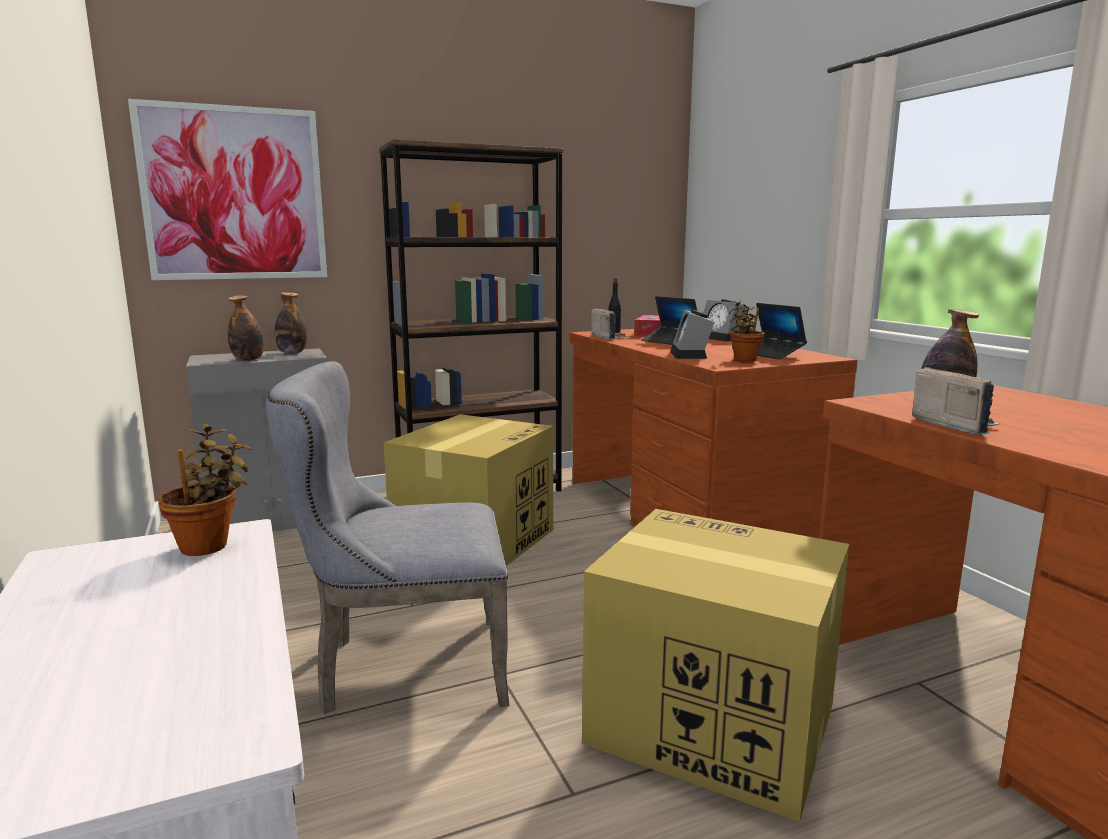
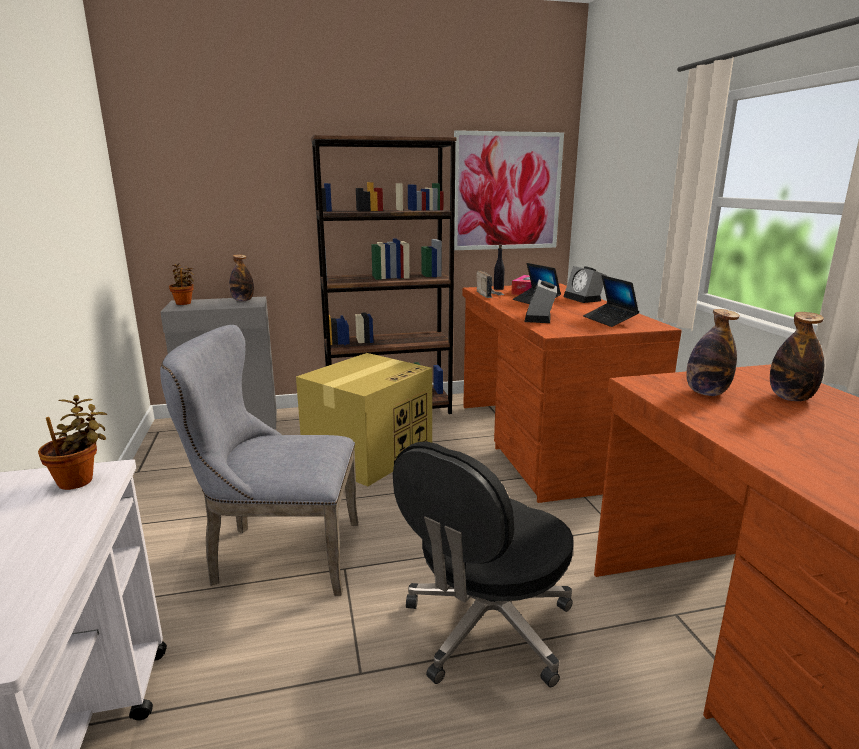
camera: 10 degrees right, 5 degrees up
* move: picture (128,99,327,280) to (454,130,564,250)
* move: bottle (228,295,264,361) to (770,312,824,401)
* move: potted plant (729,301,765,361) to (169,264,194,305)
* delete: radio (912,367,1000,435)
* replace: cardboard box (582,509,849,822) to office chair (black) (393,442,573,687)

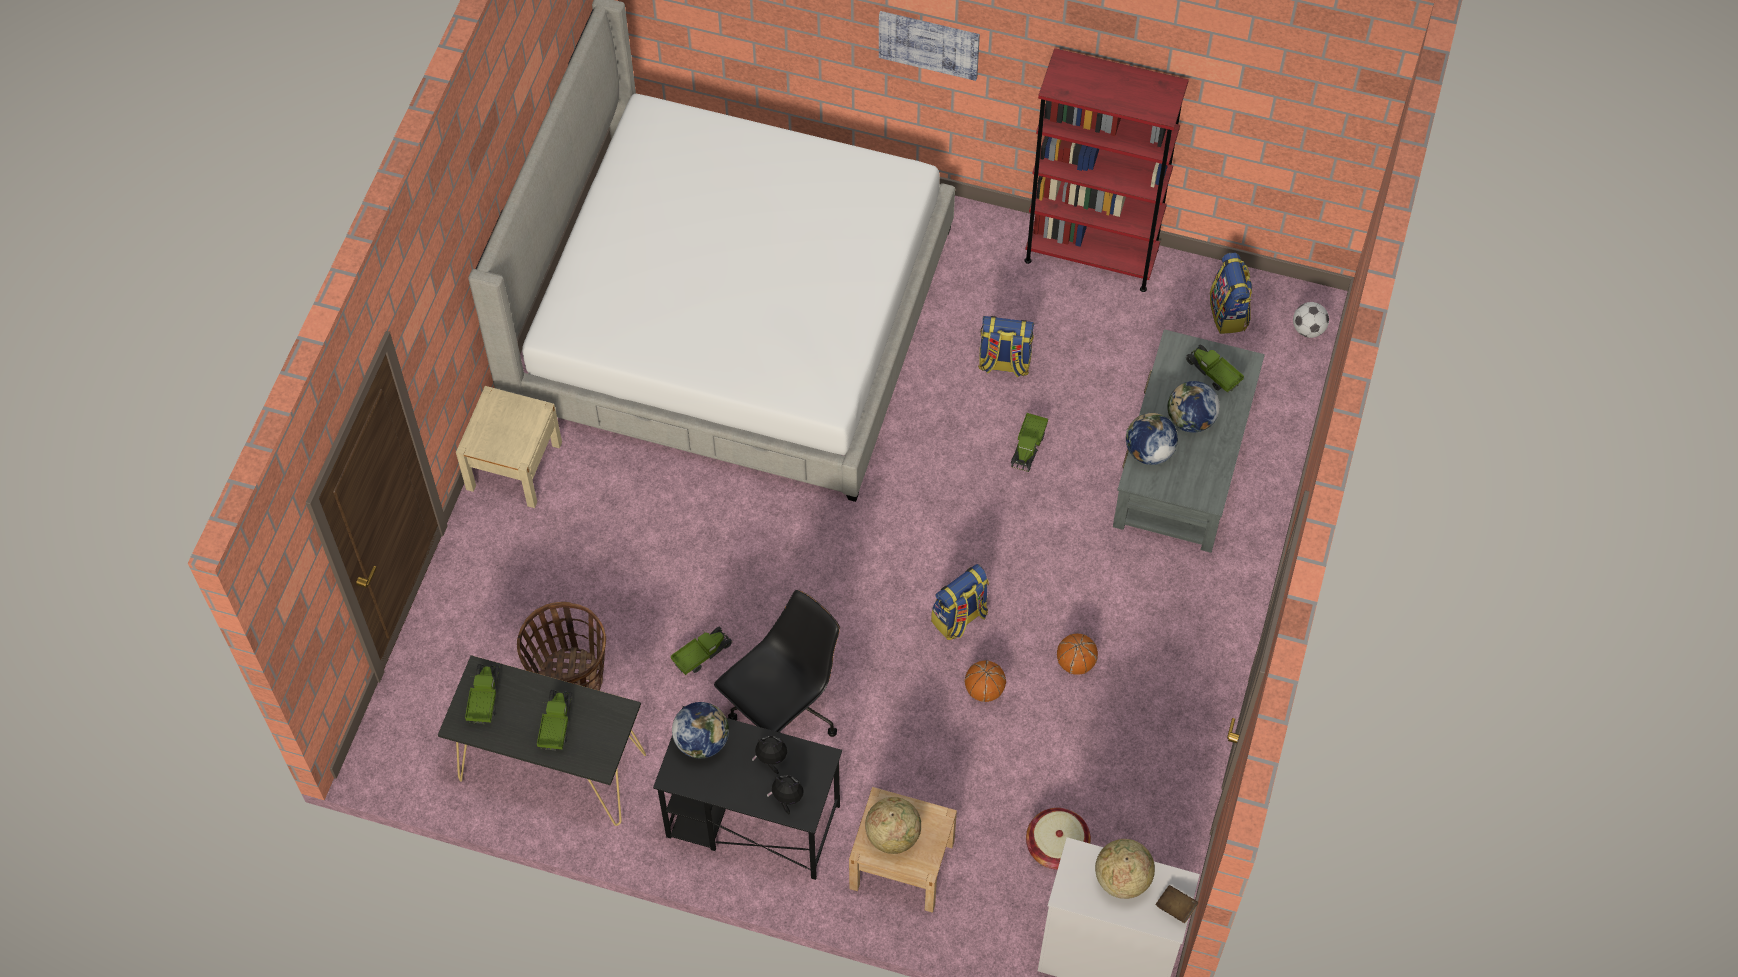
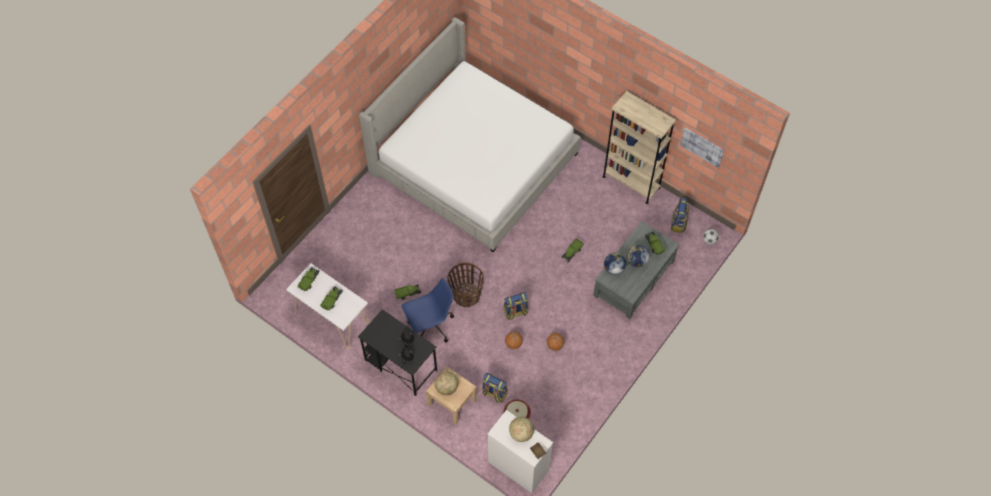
camera: 20 degrees right, 0 degrees up
* move: picture (879,11,980,81) to (680,127,724,168)
* recolor: bookcase (red) (1025,48,1189,292) to bookcase (beige) (603,91,676,204)
* move: backpack (978,316,1035,378) to (482,373,508,403)
* delete: nightstand (beige) (456,386,562,508)
* recolor: office chair (black) (714,590,840,737) to office chair (blue) (401,278,454,343)
* move: basket (517,602,606,691) to (447,262,484,307)
* recolor: console table (black) (438,655,646,826) to console table (white) (286,263,370,349)
* delete: globe (672,702,729,758)

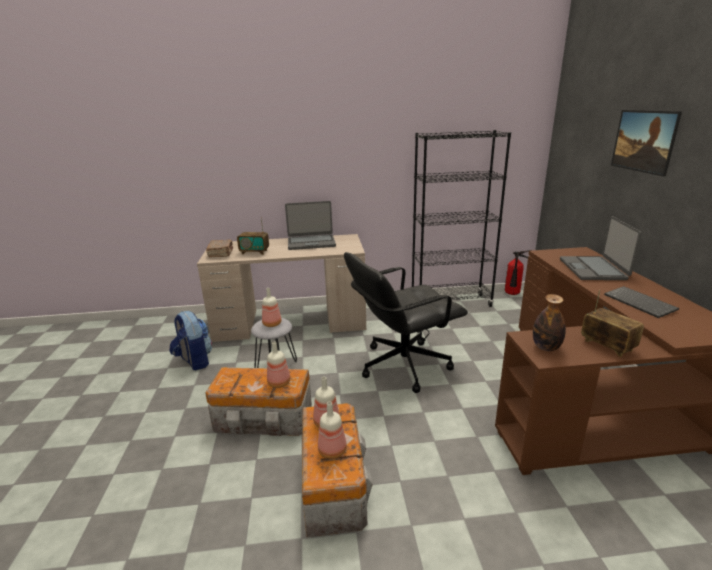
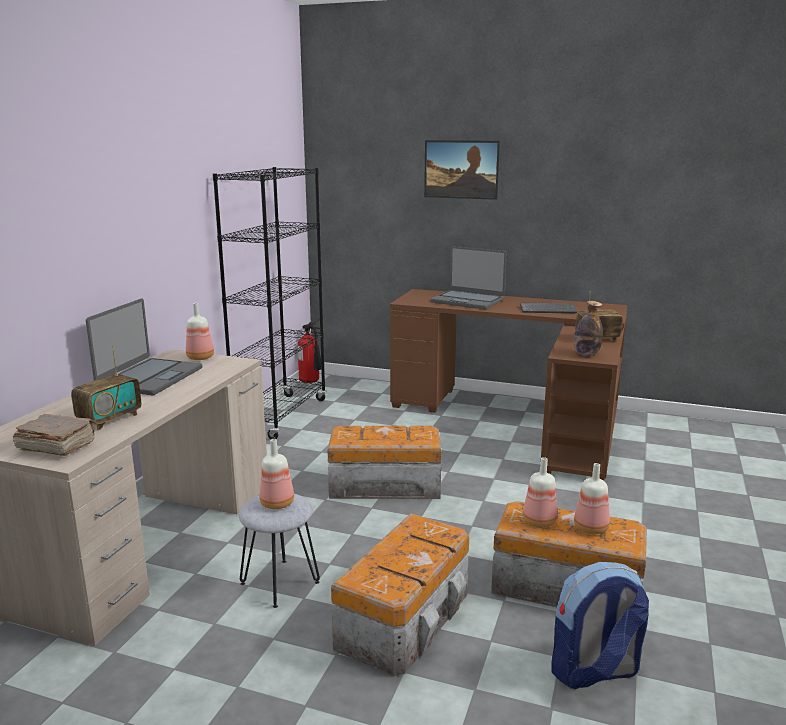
camera: 65 degrees left, 5 degrees down
* replace: office chair (black) (344,252,468,393) to storage box (328,426,442,499)
* move: backpack (169,311,212,370) to (551,562,649,689)
* move: bottle (267,341,290,388) to (186,303,214,360)

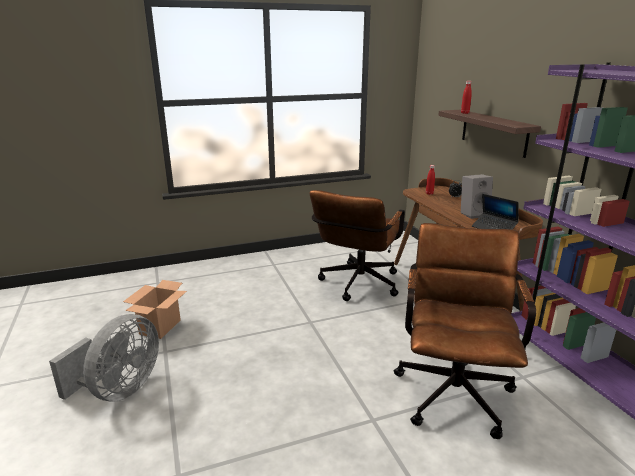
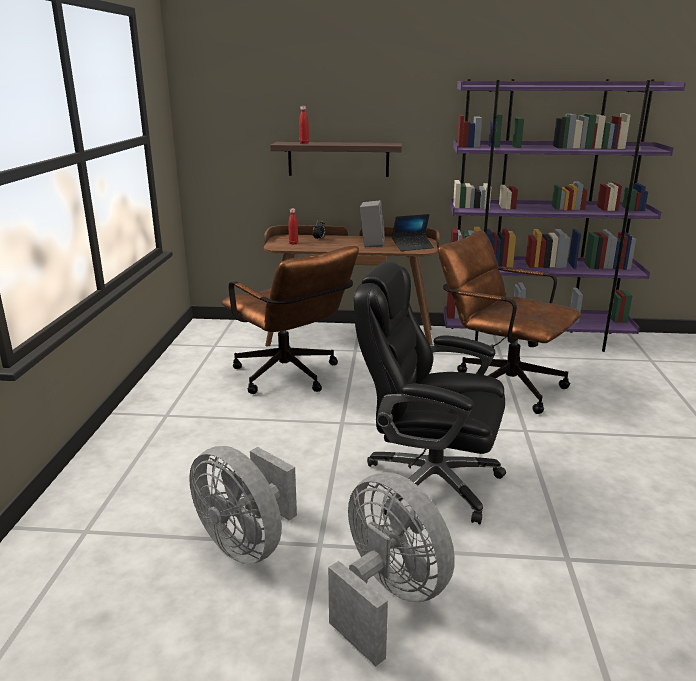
camera: 65 degrees left, 0 degrees up
* replace: cardboard box (123,280,187,339) to fan (grey) (189,446,297,564)
* insert: office chair (black) (354,261,506,524)

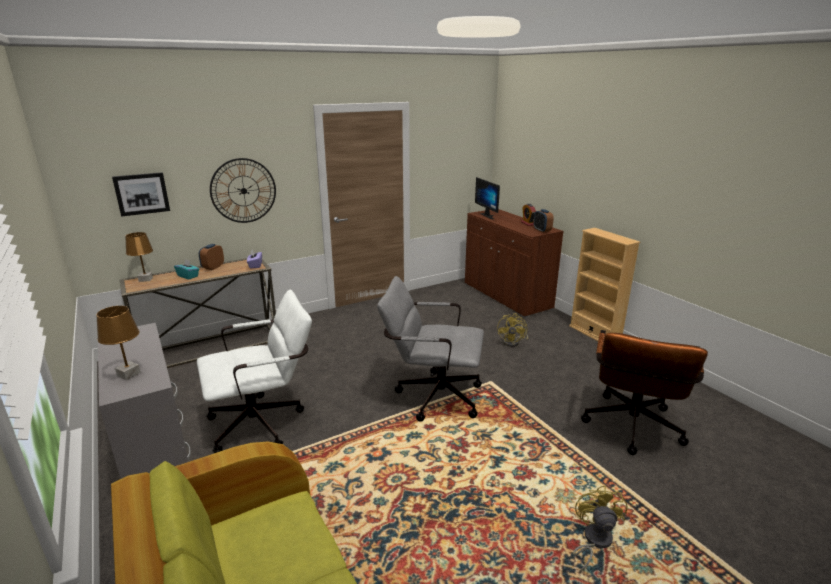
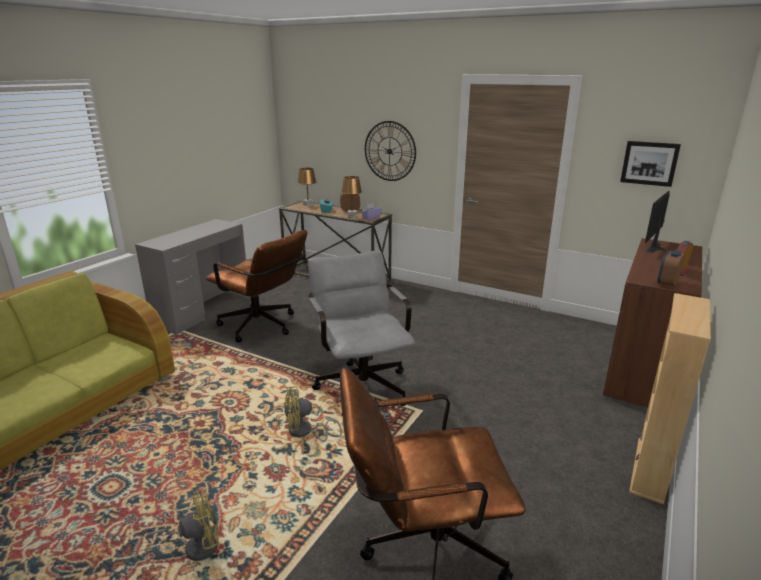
camera: 60 degrees right, 0 degrees up
* move: picture (112,172,170,217) to (620,141,681,187)
* recolor: office chair (white) (197,290,312,453) to office chair (brown) (206,230,307,343)
* move: table lamp (brown) (96,306,141,380) to (342,176,362,217)
* move: fan (yellow) (497,313,528,347) to (284,386,342,442)

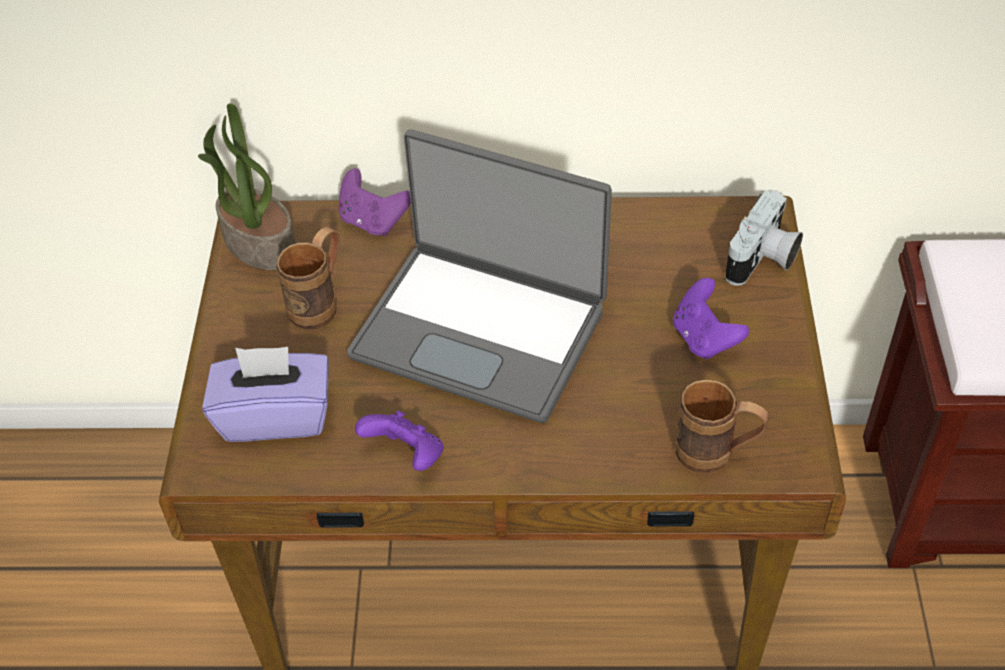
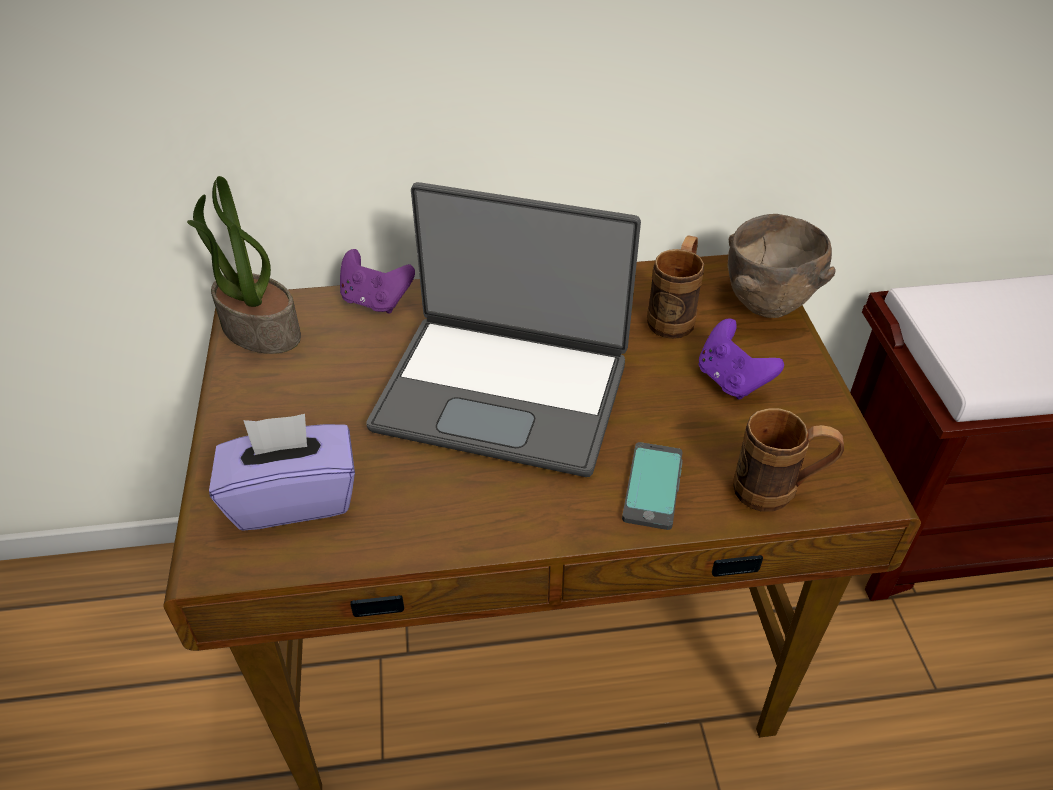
camera: 10 degrees left, 5 degrees down
* replace: photo camera (725,190,803,286) to bowl (brown) (728,214,836,318)
* move: mug (brown) (276,227,340,330) to (647,235,704,339)
* delete: game controller (purple) (355,410,444,471)
* insert: phone (622,442,683,530)

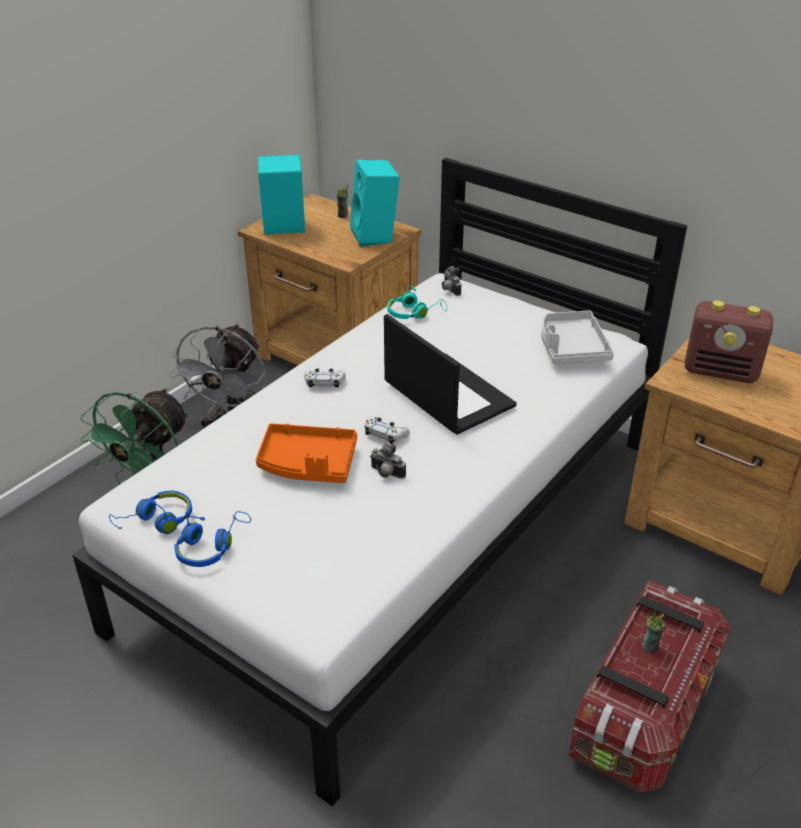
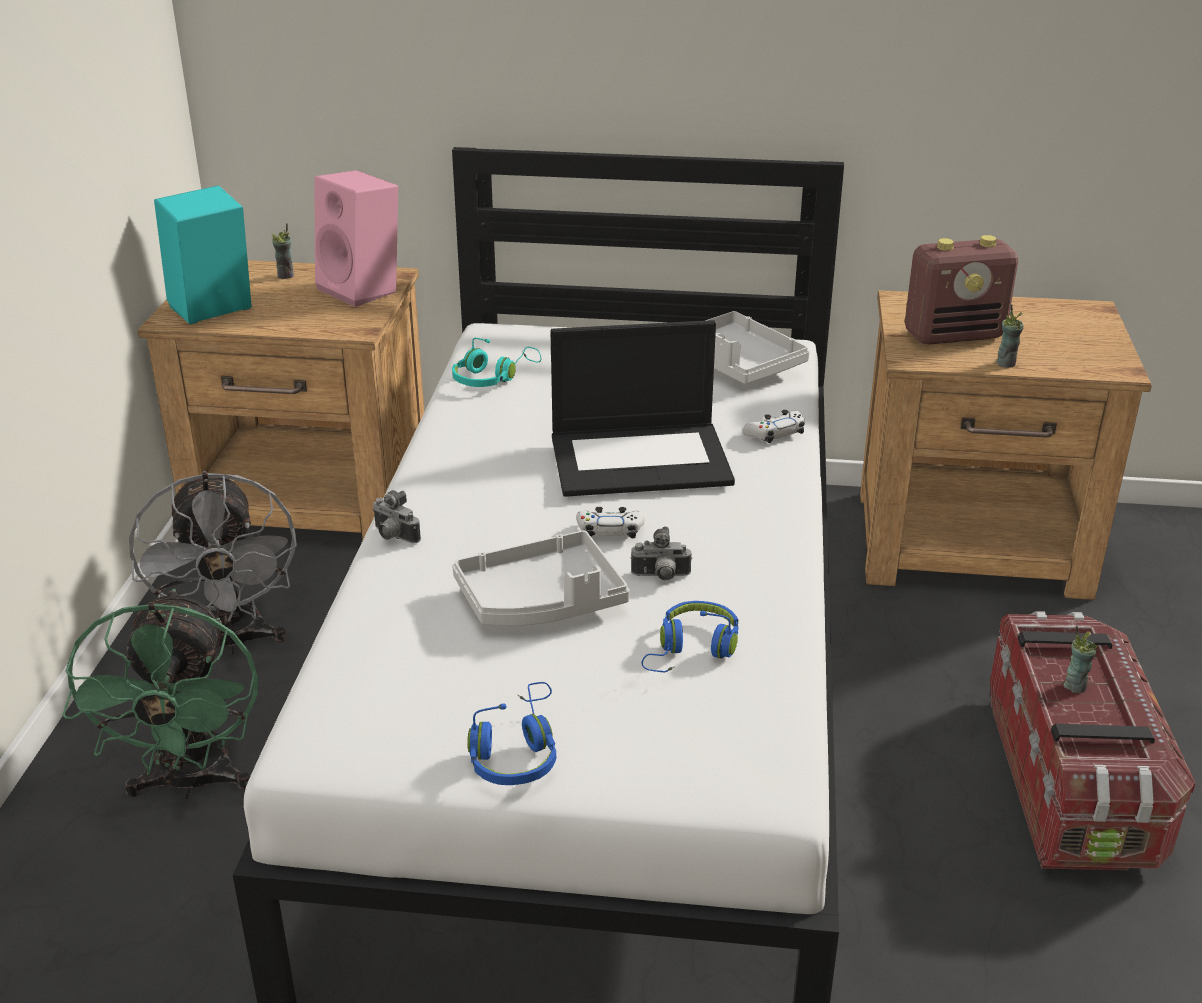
camera: 30 degrees left, 5 degrees down
* recolor: speaker (turquoise) (350,160,400,247) to speaker (pink) (314,170,398,307)
* move: photo camera (442,266,461,296) to (372,490,421,544)
* rotate: laptop (384,314,517,435) = (550,320,735,497) 150 degrees clockwise
* move: game controller (white) (304,368,346,388) to (742,410,805,443)
* recolor: tray (orange) (256,423,357,483) to tray (grey) (452,530,630,626)
* move: headphones (blue) (109,491,192,534) to (641,601,739,672)
* insert: cup (996,304,1024,368)

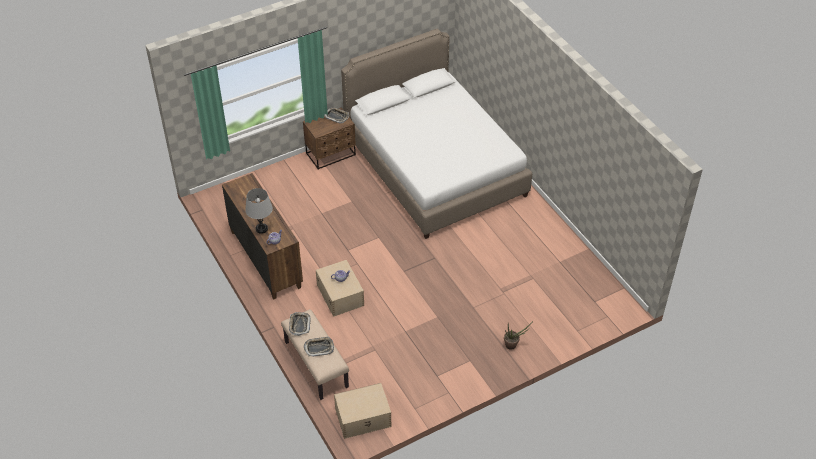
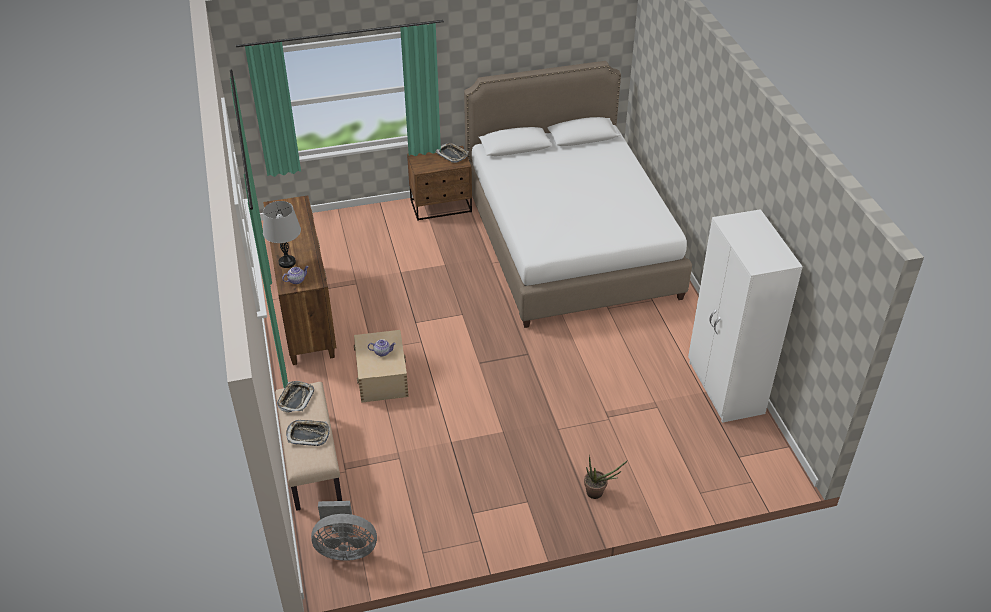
camera: 15 degrees right, 5 degrees down
* replace: storage box (beige) (334,383,392,439) to fan (grey) (311,501,377,561)
* insert: wardrobe (white) (688,209,803,423)

